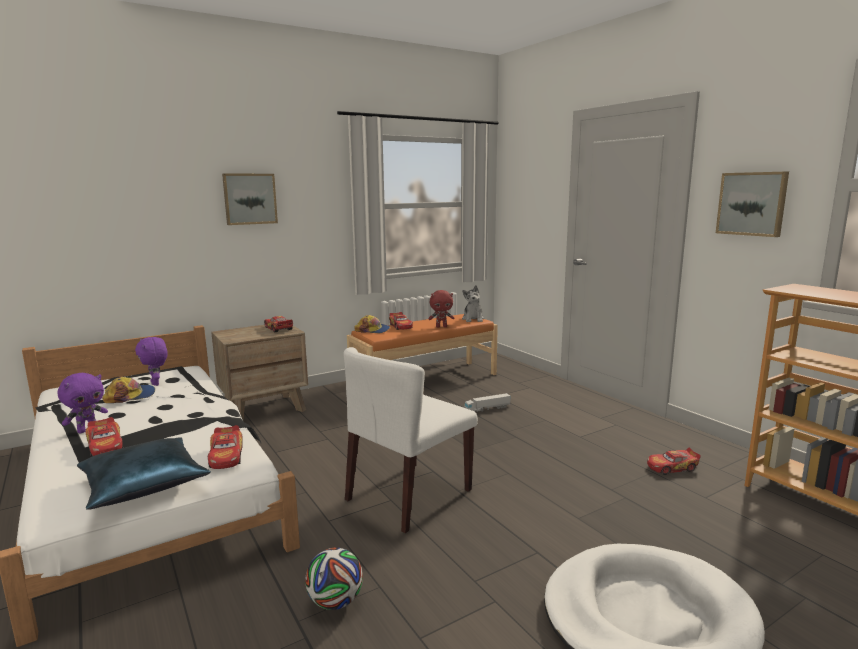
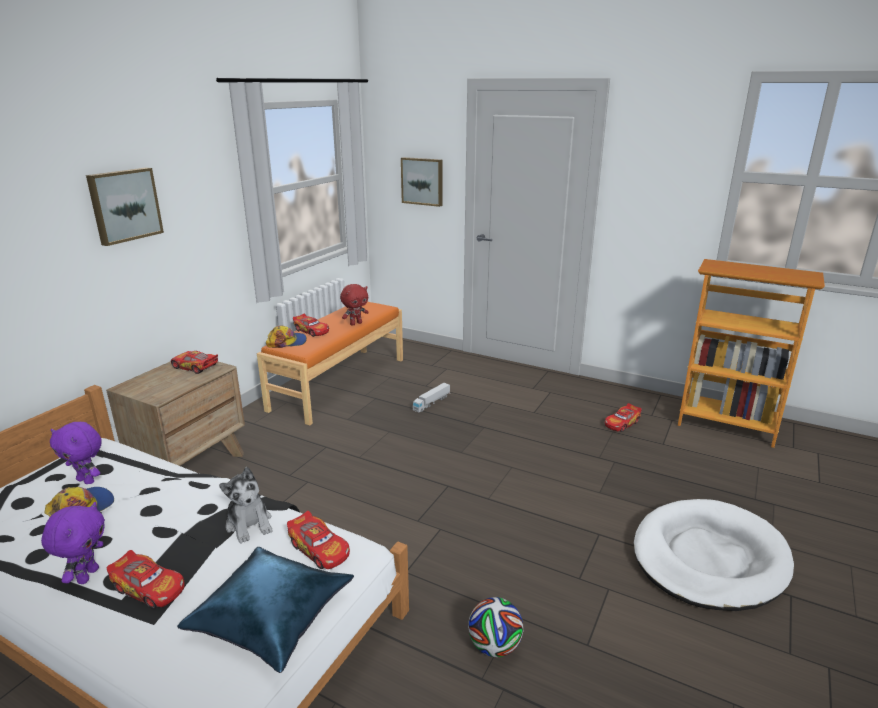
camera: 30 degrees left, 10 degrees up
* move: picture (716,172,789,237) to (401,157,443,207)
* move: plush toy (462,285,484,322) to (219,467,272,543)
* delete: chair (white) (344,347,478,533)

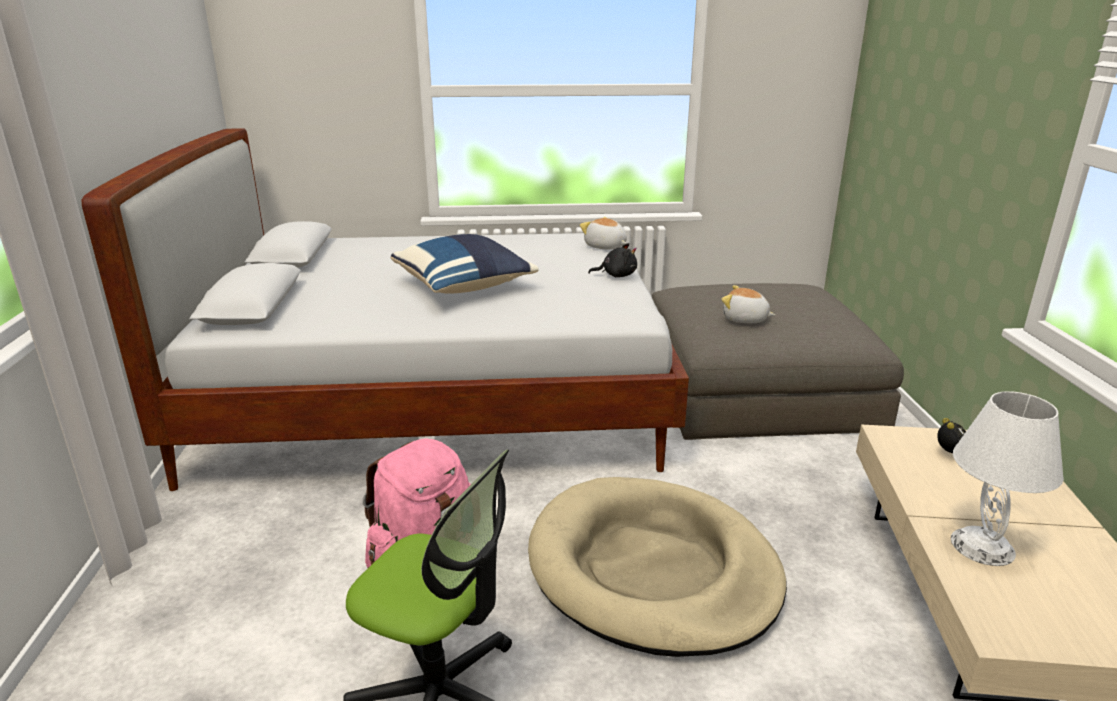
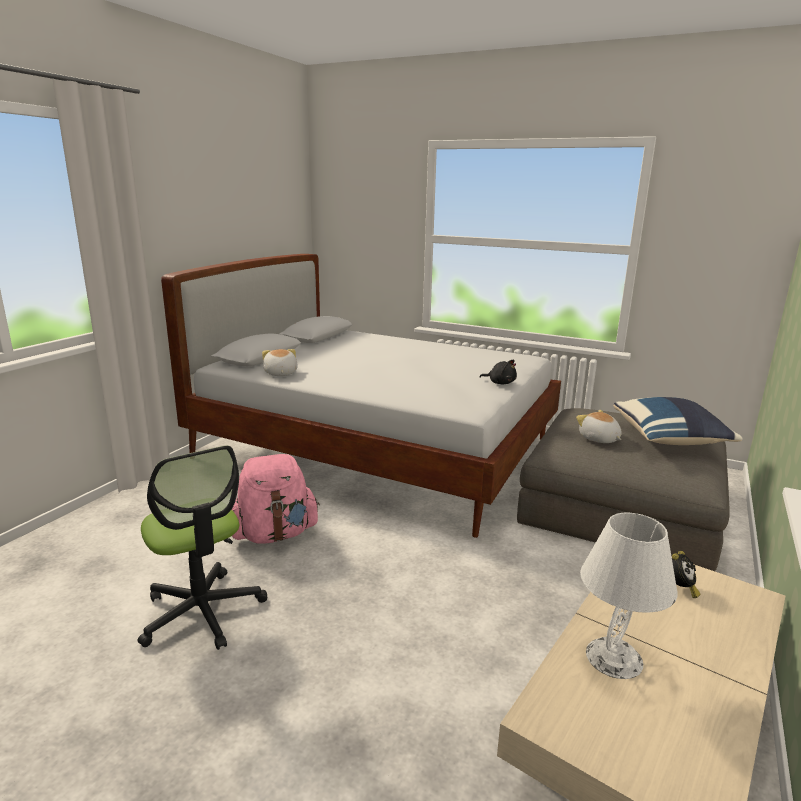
camera: 30 degrees right, 5 degrees down
* move: plush toy (580,217,627,250) to (262,349,298,376)
* move: pillow (blue) (391,234,539,294) to (613,397,743,445)
* delete: dog bed (beige) (528,477,787,657)

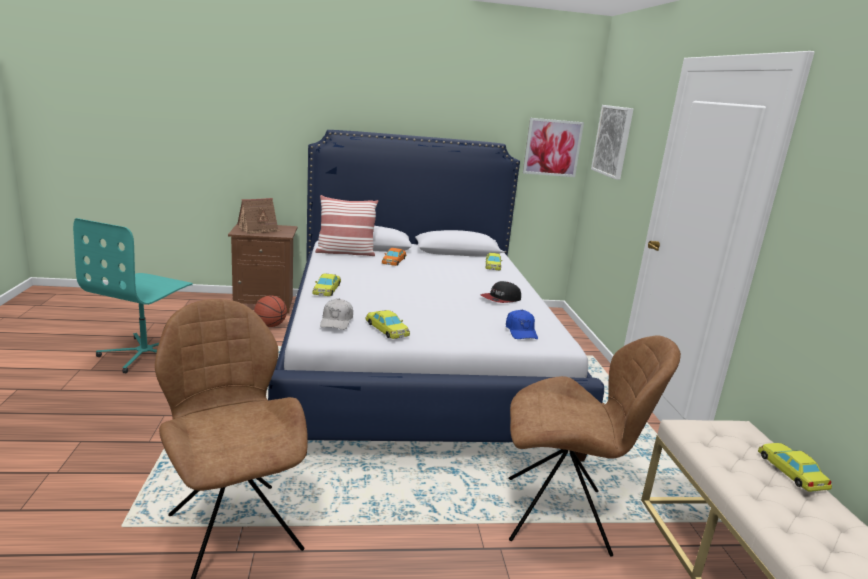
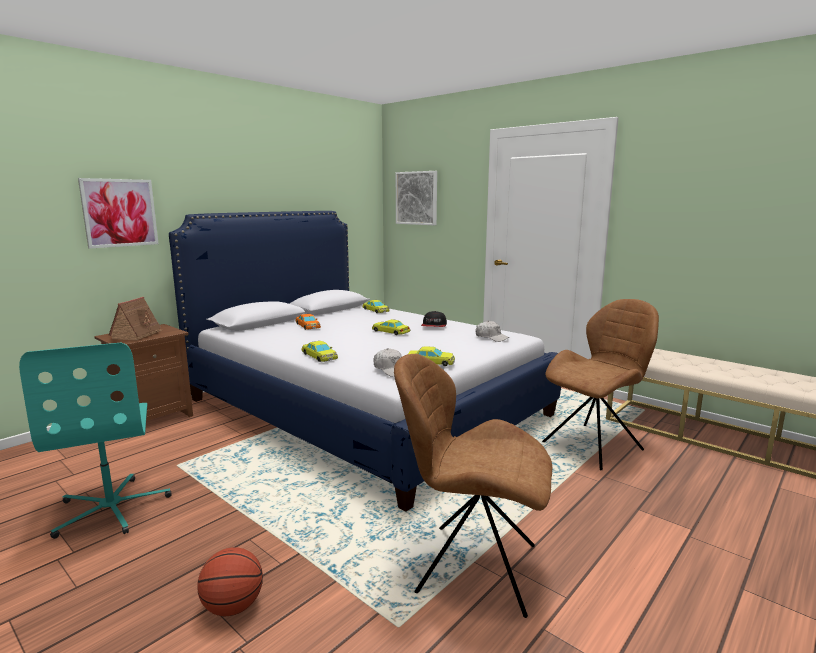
camera: 40 degrees left, 5 degrees down
* move: picture (523,118,584,177) to (78,178,158,249)
* delete: pillow (315,195,378,256)
* move: basketball (254,296,287,327) to (197,547,263,616)
* recolor: cap (blue) (506,310,538,339) to cap (white) (476,321,509,342)
* move: toy car (yellow) (758,443,832,492) to (372,319,410,335)

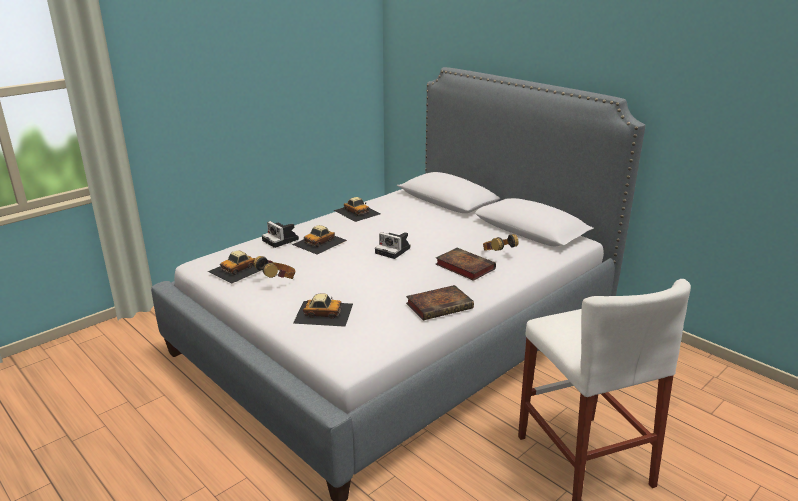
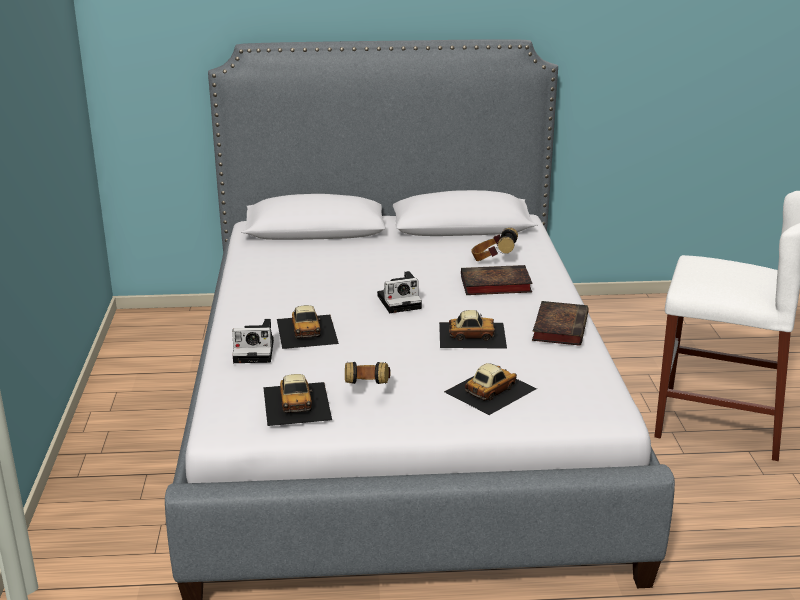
camera: 50 degrees left, 0 degrees up
* move: toy car (334,197,381,222) to (439,310,507,349)

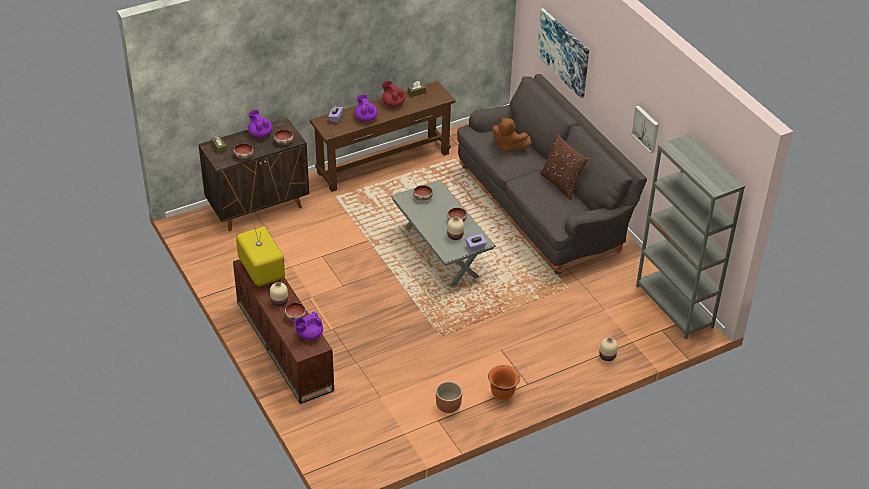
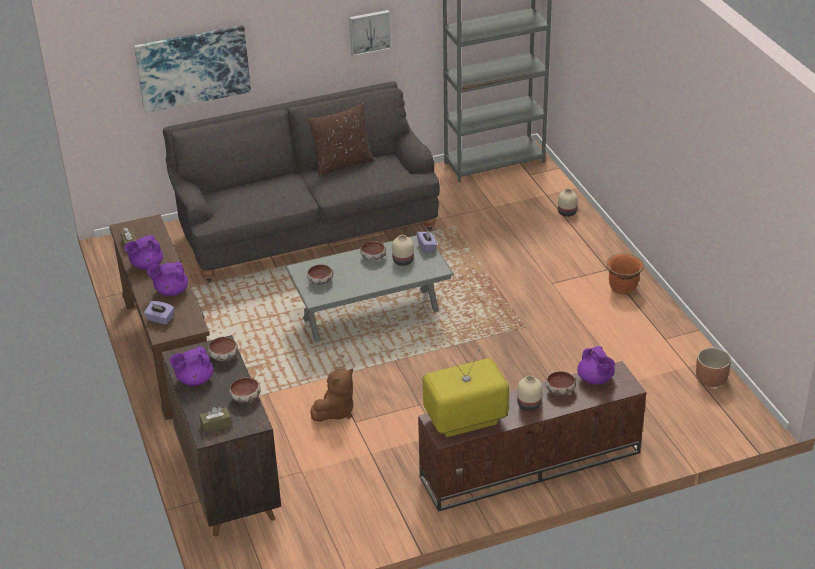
camera: 80 degrees left, 5 degrees down
* recolor: teapot (red) (382,81,405,107) to teapot (purple) (124,235,163,270)
* move: plush toy (brown) (492,118,532,154) to (311,368,354,422)
* move: planter (brown) (436,381,462,413) to (696,348,731,387)

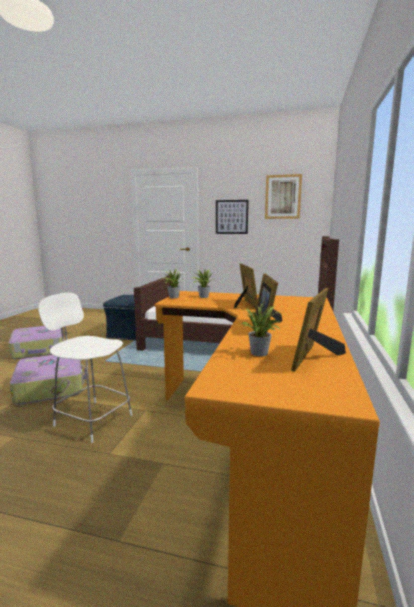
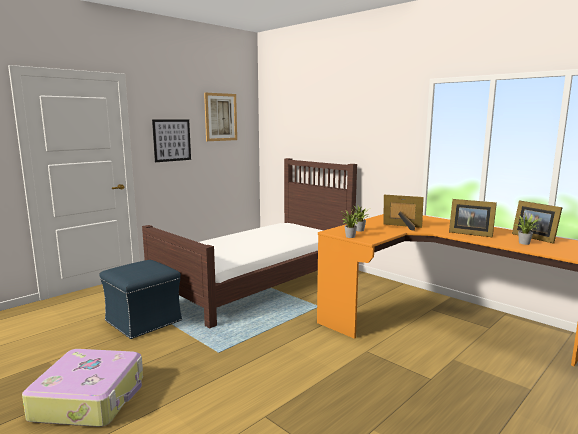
camera: 60 degrees left, 0 degrees up
* delete: chair (white) (38,293,132,443)
* delete: suitcase (10,355,87,405)

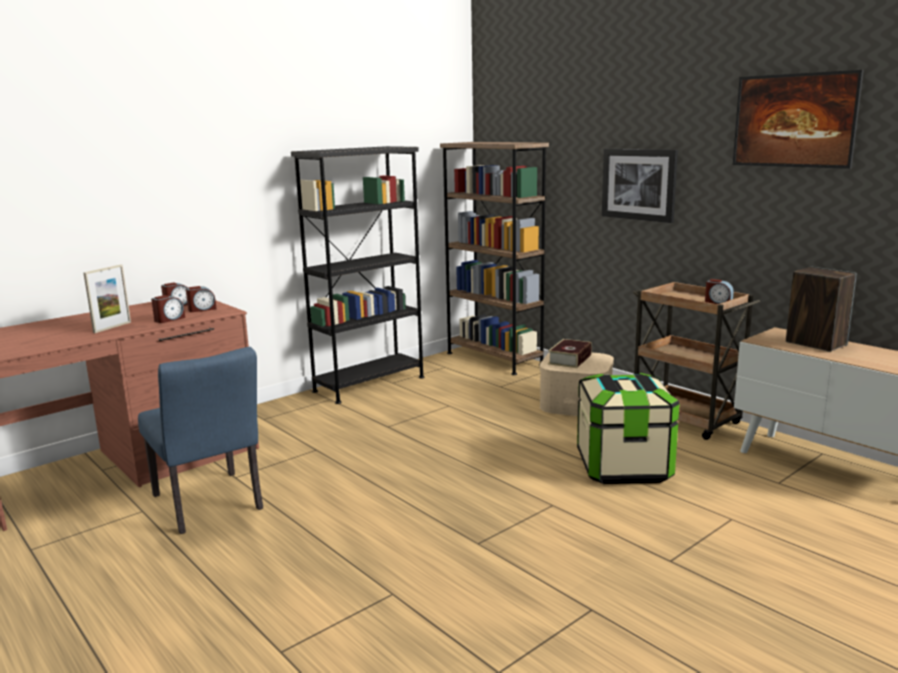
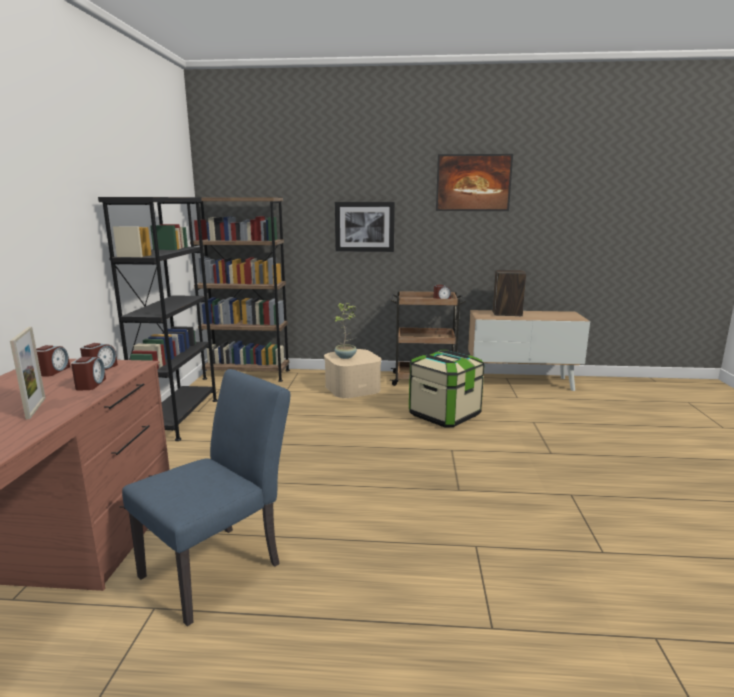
camera: 45 degrees left, 0 degrees up
* replace: book (548,339,592,368) to potted plant (335,303,357,359)
* rotate: chair (blue) (138,347,263,534) = (122,369,290,627) 60 degrees counterclockwise

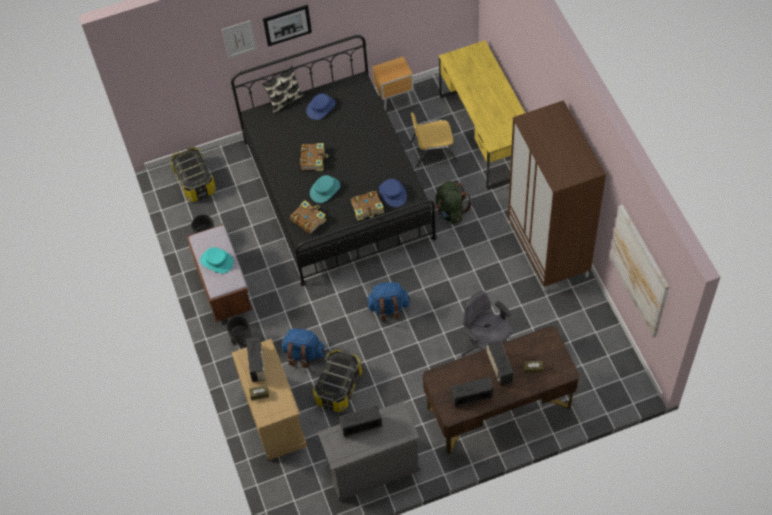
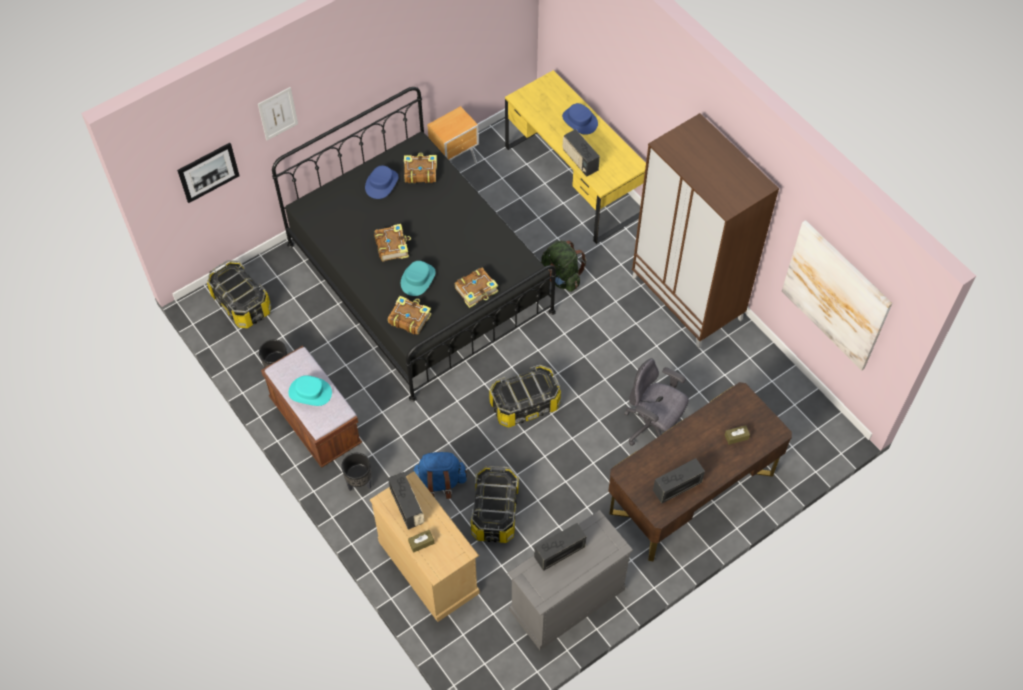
camera: 20 degrees left, 0 degrees up
* move: picture (263,5,312,47) to (177,143,240,203)
* delete: pillow (262,66,304,114)
* delete: chair (yellow) (410,113,458,168)
* move: hat (blue) (379,179,407,207) to (562,103,598,135)
* replace: backpack (blue) (366,282,410,322) to storage box (489,364,561,428)
* move: radio (487,340,514,386) to (563,129,600,176)
* insert: book (404,153,437,183)

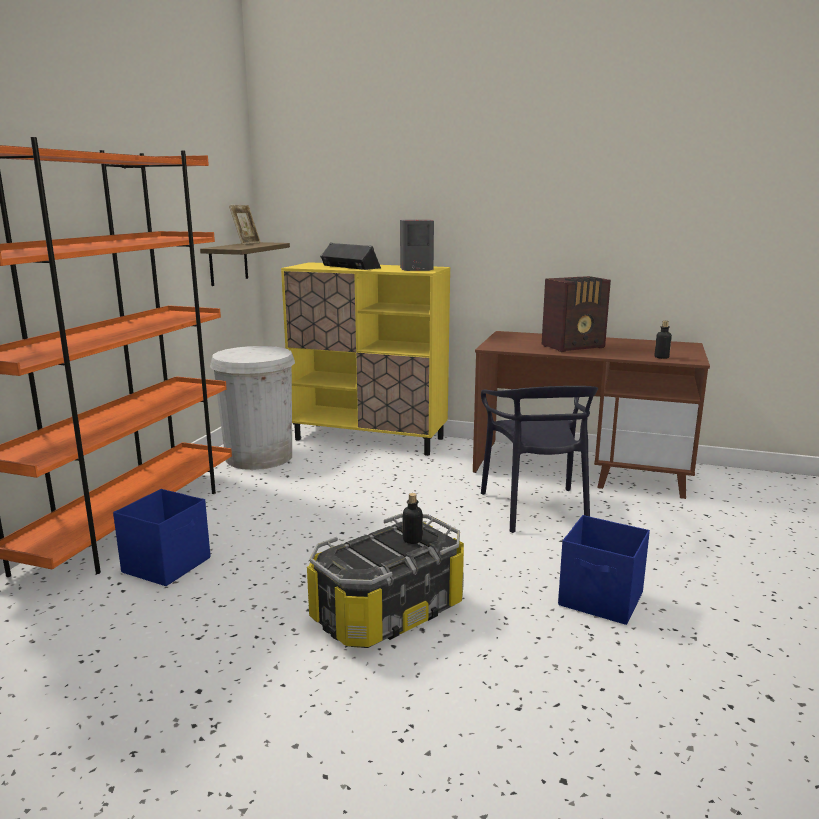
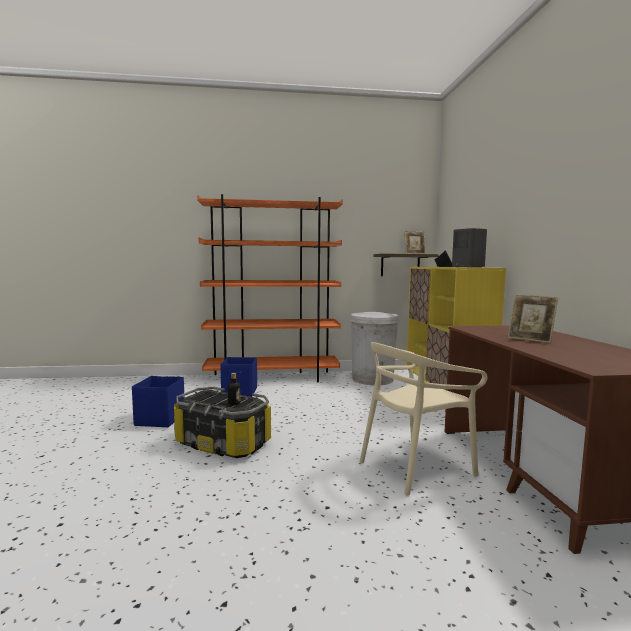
camera: 65 degrees right, 10 degrees down
* replace: radio (542,276,611,352) to picture frame (508,294,558,343)
* delete: bottle (655,321,672,359)
* recolor: chair (black) (481,386,598,533) to chair (beige) (360,342,488,496)
* move: storage box (blue) (558,515,650,625) to (132,376,184,427)

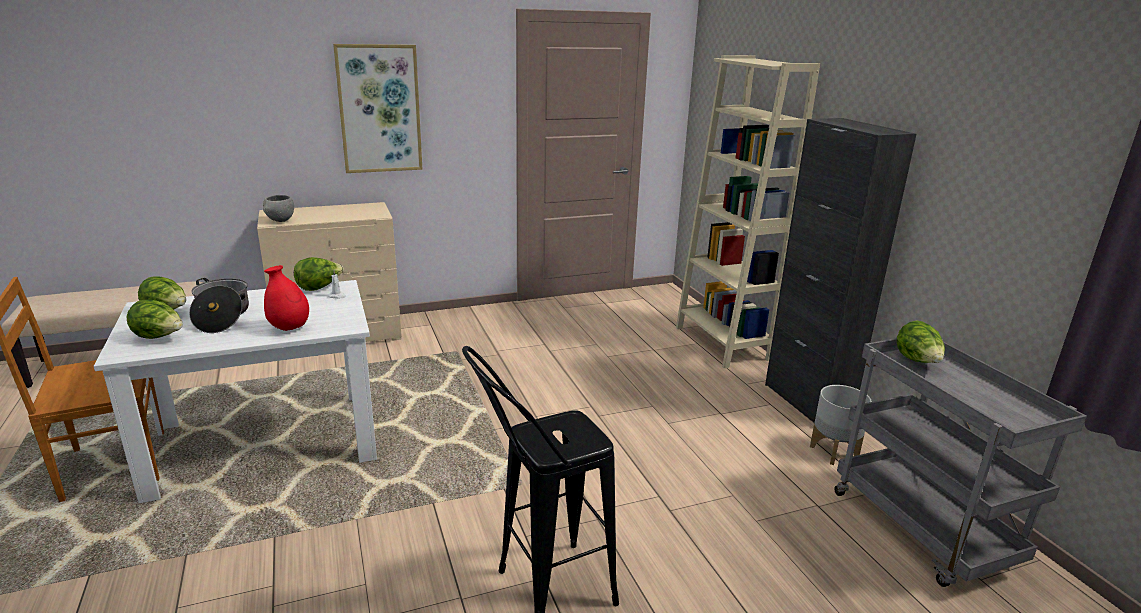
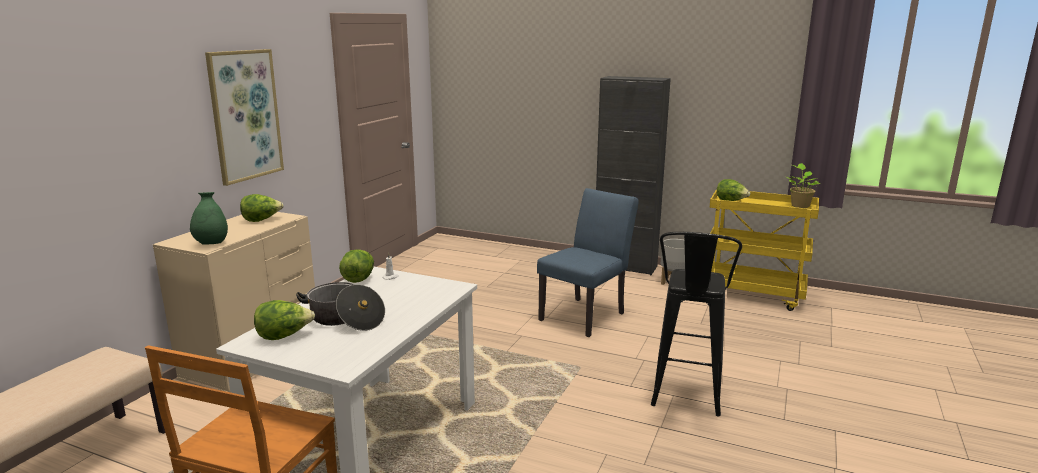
camera: 45 degrees left, 5 degrees down
* delete: bookcase (beige) (676,55,820,368)
* replace: bowl (grey) (263,195,294,222) to vase (green) (190,192,228,245)
* delete: vase (red) (264,265,309,331)
* move: lettuce (127,300,183,339) to (240,194,284,222)
* recolor: cart (grey) (834,338,1087,587) to cart (yellow) (709,189,819,311)
* insert: potted plant (786,163,821,208)
* insert: chair (blue) (537,188,639,337)

